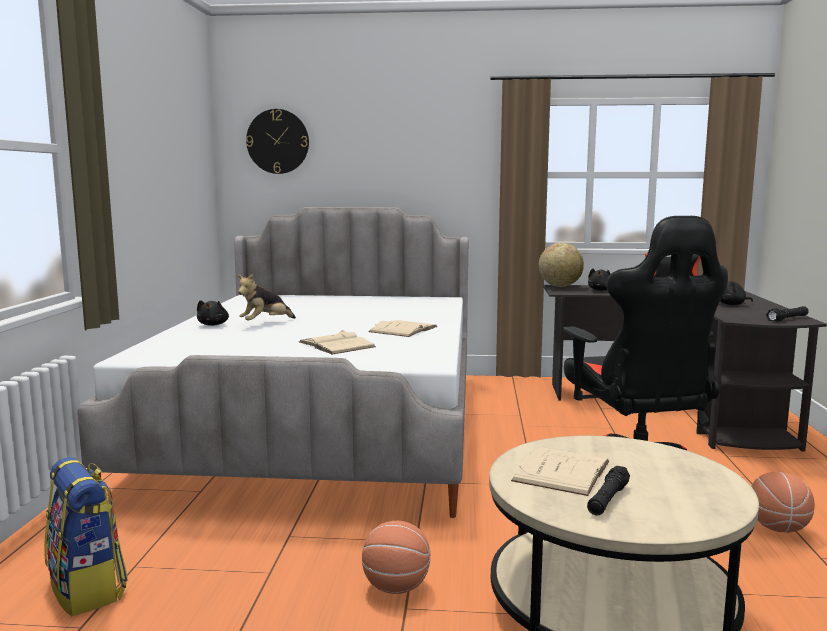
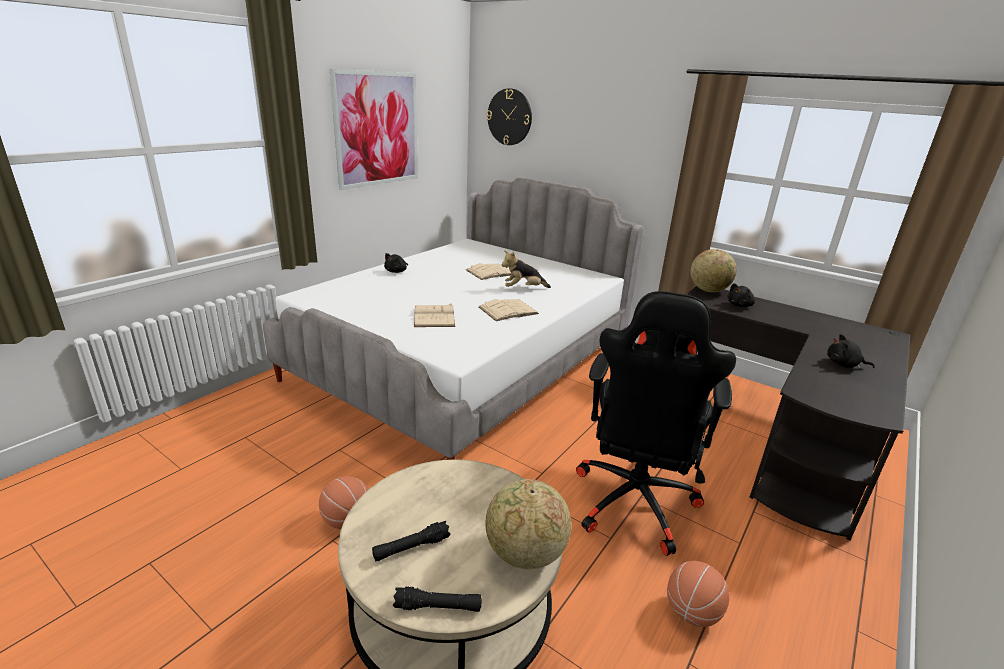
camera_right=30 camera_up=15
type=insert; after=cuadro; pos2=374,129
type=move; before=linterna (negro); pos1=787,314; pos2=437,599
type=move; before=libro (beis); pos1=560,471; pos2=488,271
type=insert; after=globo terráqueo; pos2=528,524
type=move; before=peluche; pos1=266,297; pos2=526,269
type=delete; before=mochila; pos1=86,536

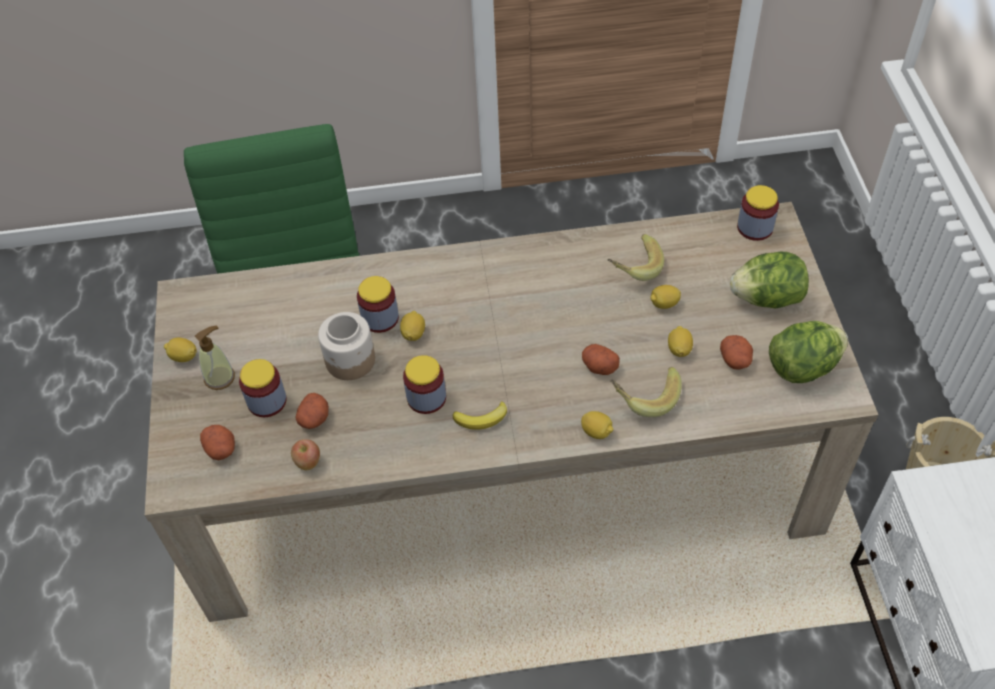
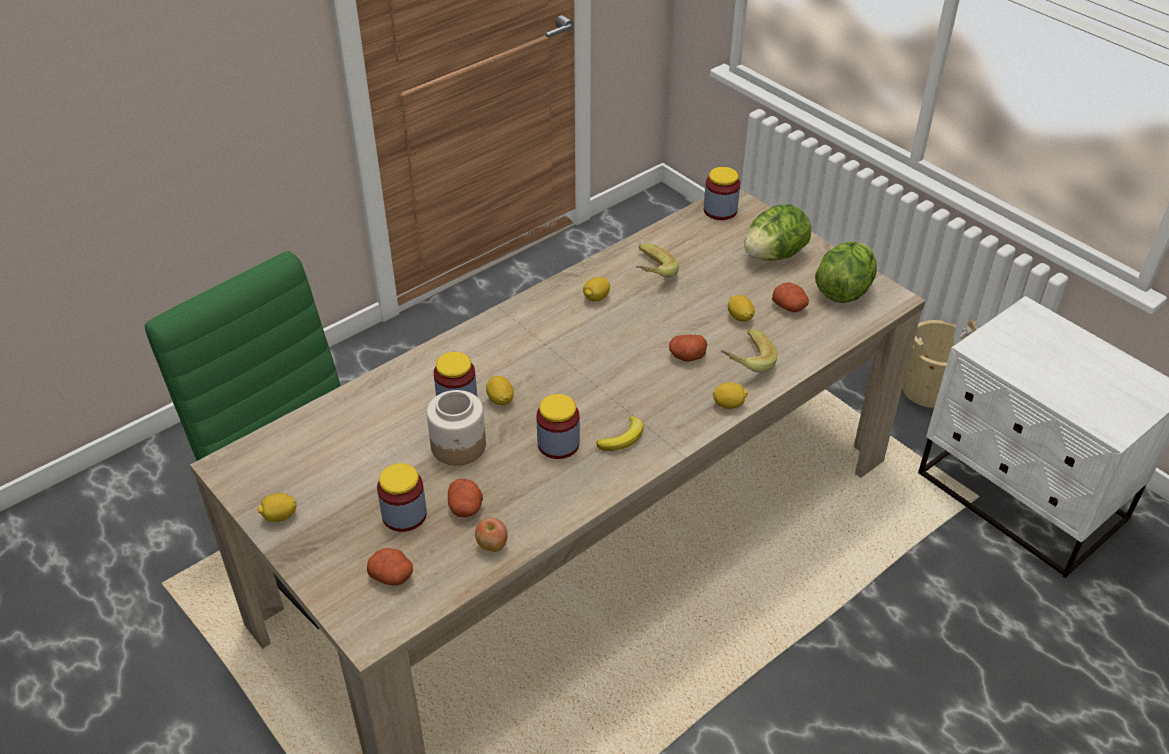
camera_right=-35 camera_up=-10
type=move; before=limón; pos1=665,297; pos2=596,289
type=delete; before=dispensador de jabón; pos1=215,358

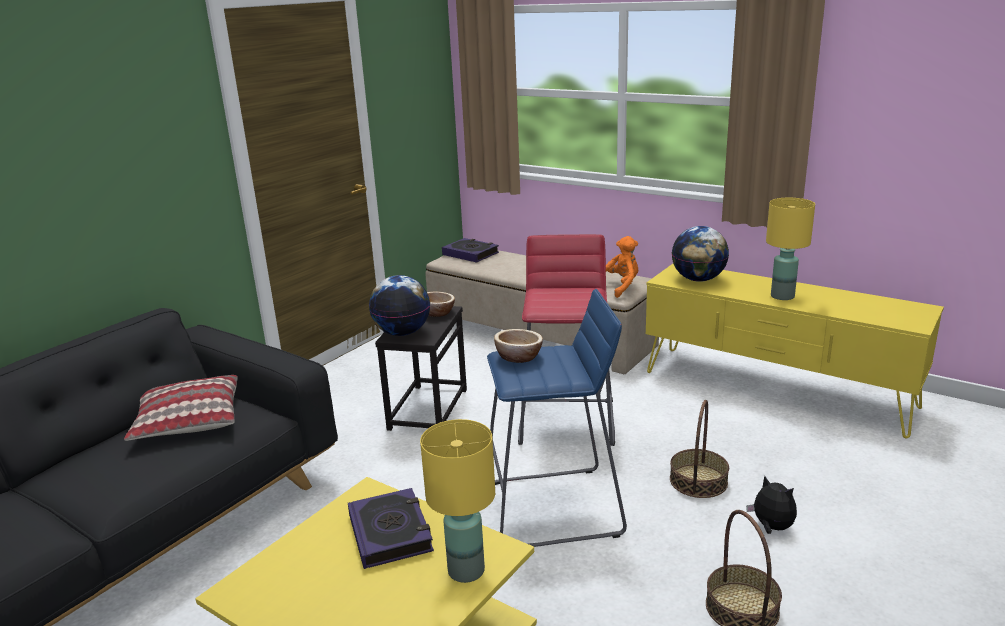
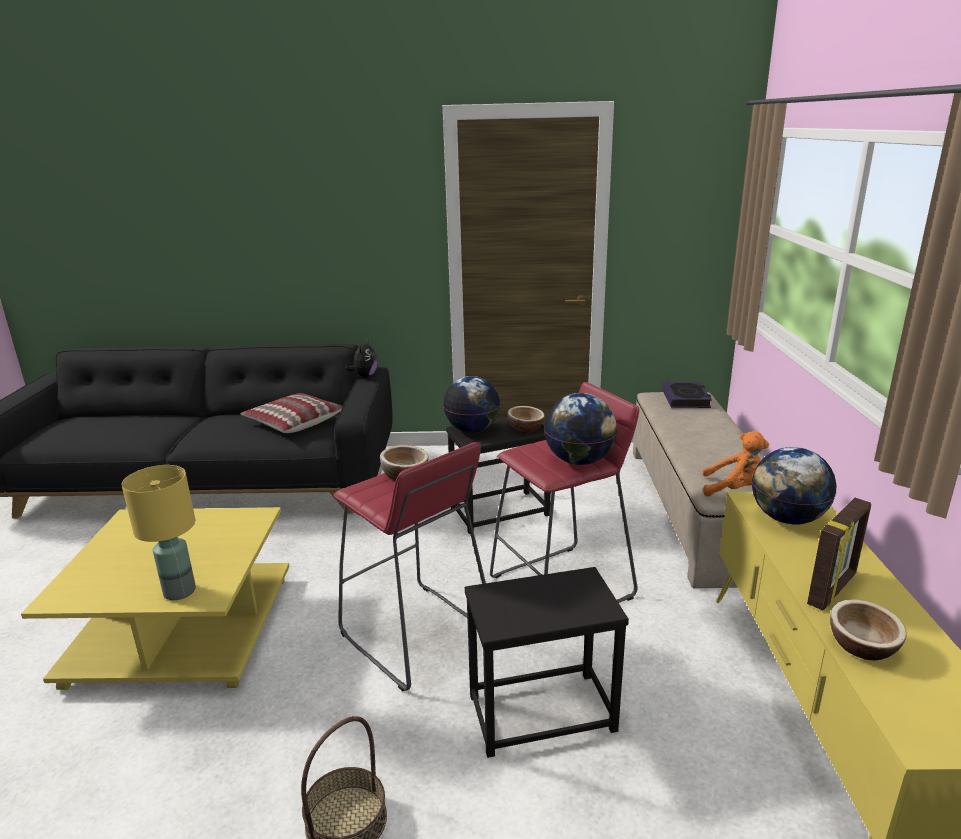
camera_right=55 camera_up=0
type=recolor; before=taburete (azul); after=taburete (rojo); pos1=557,418; pos2=410,567
type=move; before=peluche; pos1=771,504; pos2=362,359
type=replace; before=cesta; after=mesa auxiliar (negro); pos1=699,449; pos2=547,662
type=insert; after=globo terráqueo; pos2=580,429
type=replace; before=lámpara de mesa (amarillo); after=portarretratos; pos1=790,249; pos2=839,554
type=insert; after=cuenco; pos2=868,629
type=delete; before=libro; pos1=391,528

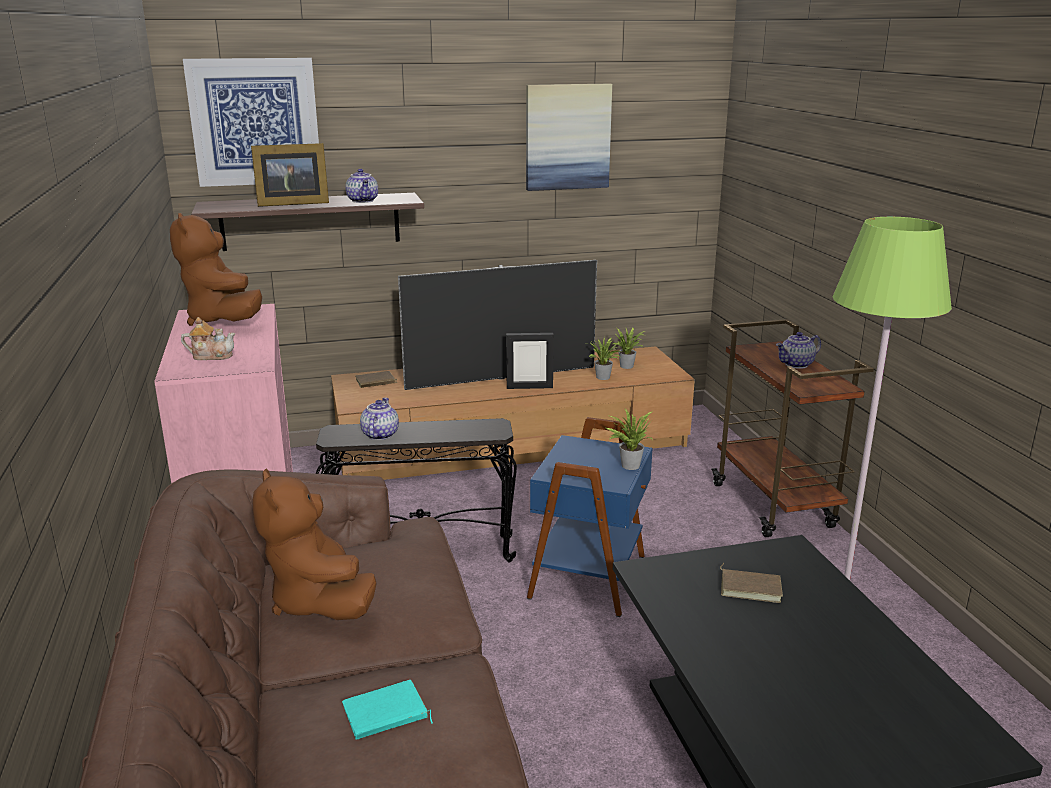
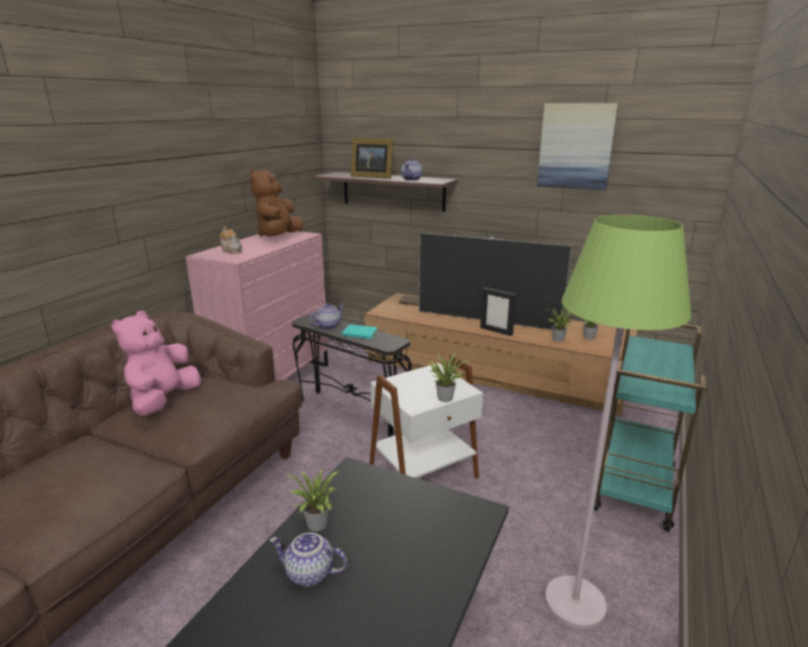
camera_right=40 camera_up=0
type=recolor; before=peluche (marrón); after=peluche (rosa); pos1=315,544; pos2=156,363
type=move; before=tetera; pos1=798,350; pos2=308,559
type=insert; after=planta en maceta; pos2=310,499
type=move; before=libro (turquesa); pos1=387,710; pos2=360,332
type=recolor; before=mesa auxiliar (azul); after=mesa auxiliar (blanco); pos1=589,517; pos2=426,417
type=recolor; before=carrito (marrón); after=carrito (turquesa); pos1=792,428; pos2=650,428
type=delete; before=cuadro; pos1=251,122
type=delete; before=libro (marrón); pos1=751,583

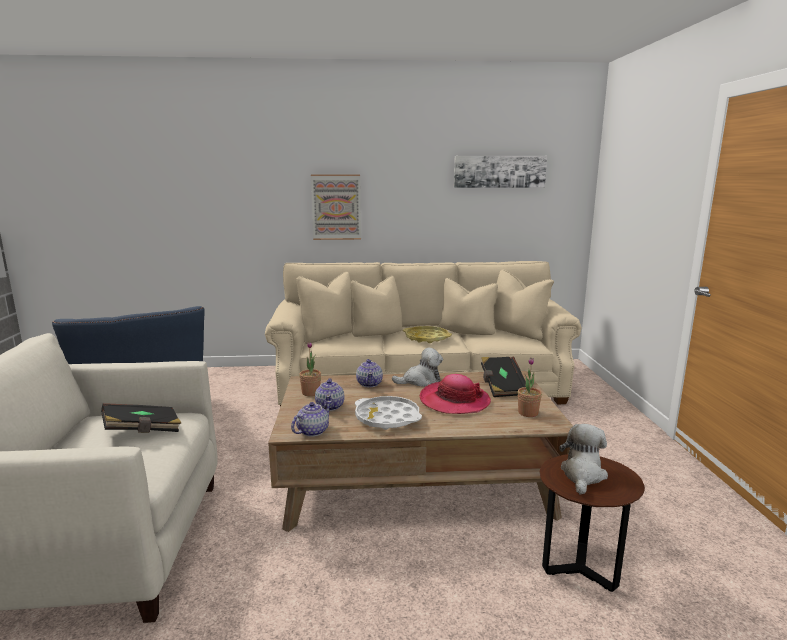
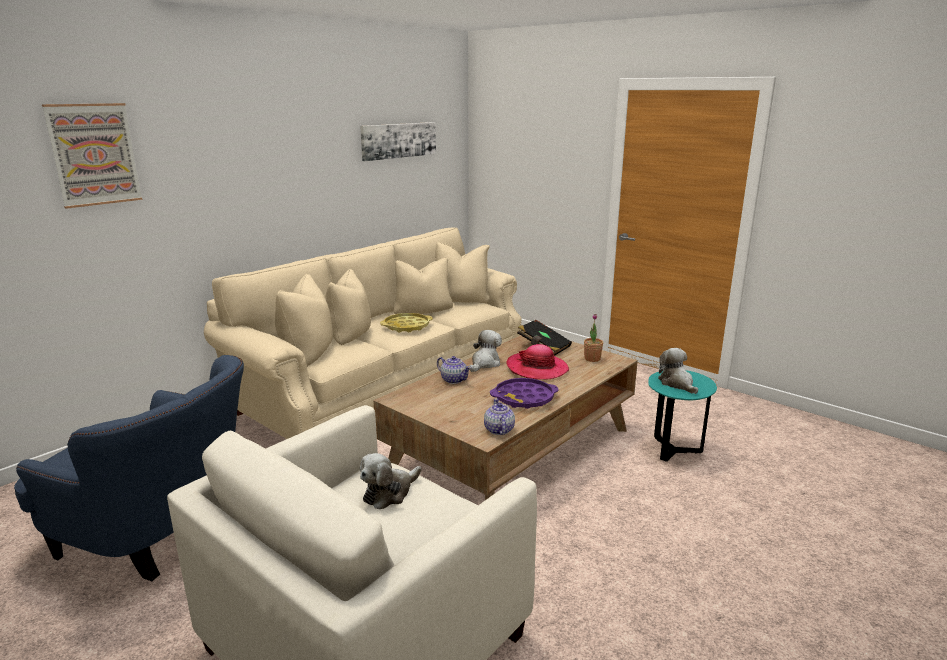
camera_right=-45 camera_up=5
type=move; before=cuadro; pos1=336,207; pos2=92,156
type=replace; before=libro (negro); after=peluche; pos1=141,418; pos2=390,481
type=recolor; before=bandeja (blanco); after=bandeja (morado); pos1=388,413; pos2=524,393
type=recolor; before=mesa auxiliar (marrón); after=mesa auxiliar (turquesa); pos1=592,523; pos2=682,416
type=delete; before=planta en maceta; pos1=310,369
type=delete; before=tetera; pos1=330,394

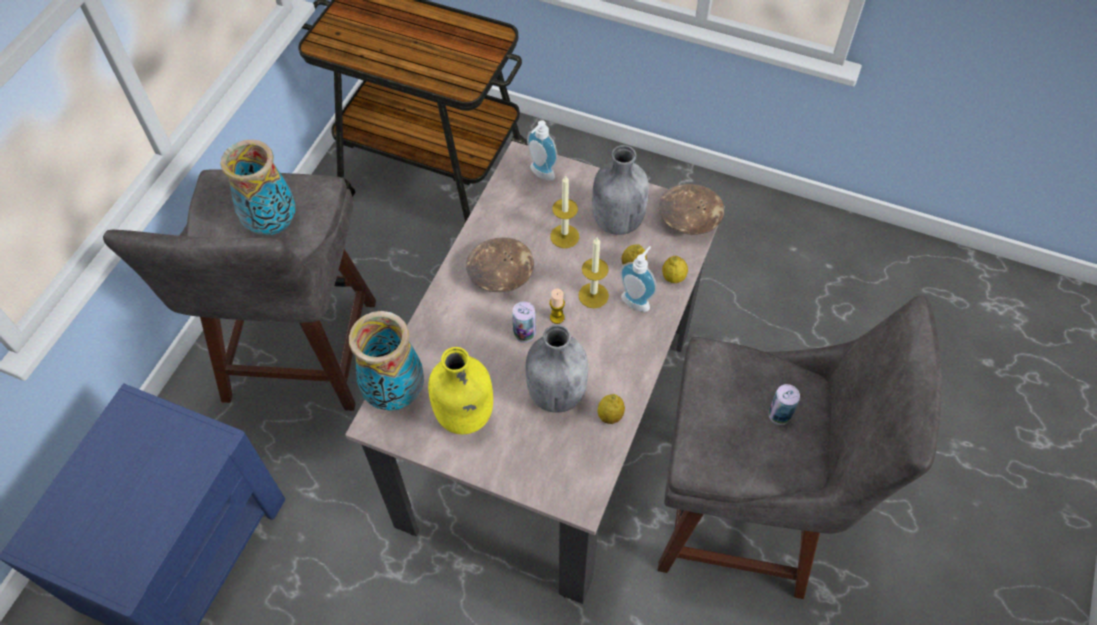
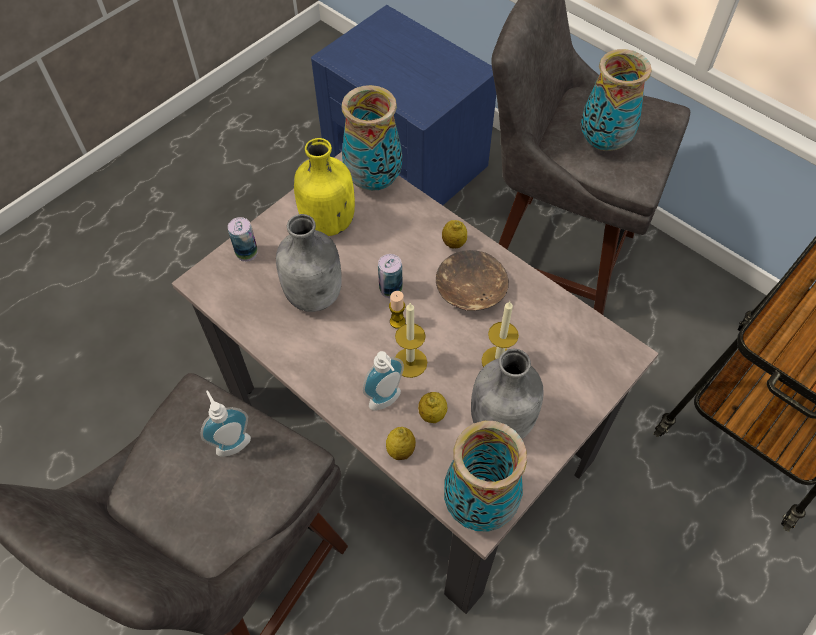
camera_right=110 camera_up=0
type=move; before=dispensador de jabón; pos1=542,150; pos2=225,423
type=move; before=lata; pos1=784,404; pos2=243,239
type=move; before=limón; pos1=611,409; pos2=454,234
type=replace; before=cuenco (marrón); after=florero; pos1=691,209; pos2=485,476

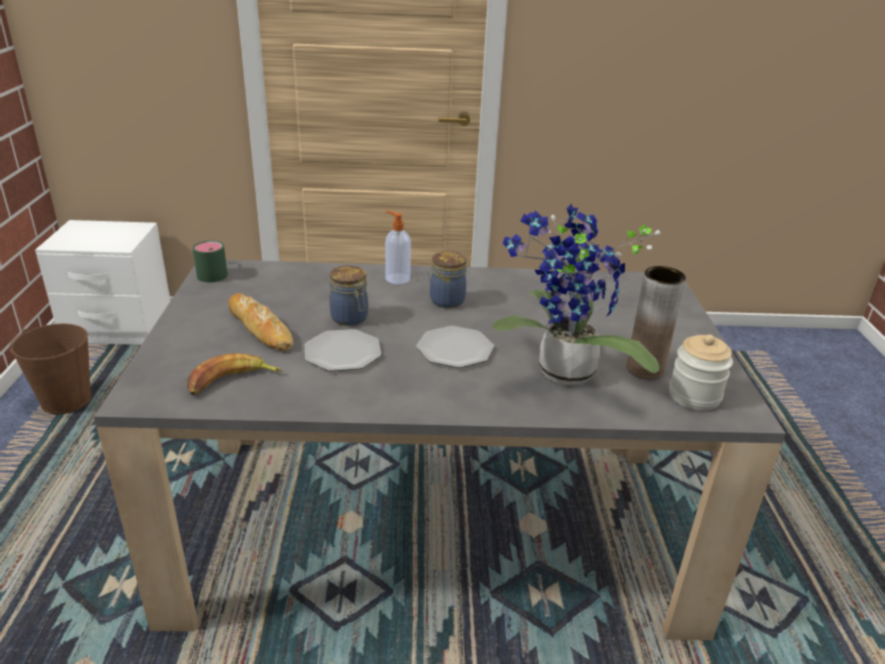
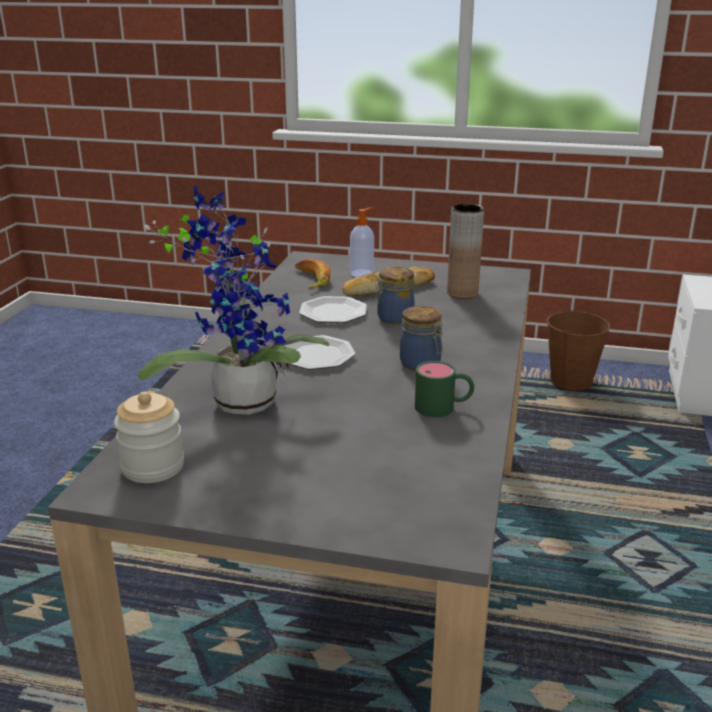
camera_right=105 camera_up=-5
type=move; before=dispensador de jabón; pos1=398,247; pos2=362,242
type=move; before=taza grande (verde); pos1=210,261; pos2=444,389
type=move; before=florero (marrón); pos1=656,322; pos2=465,251

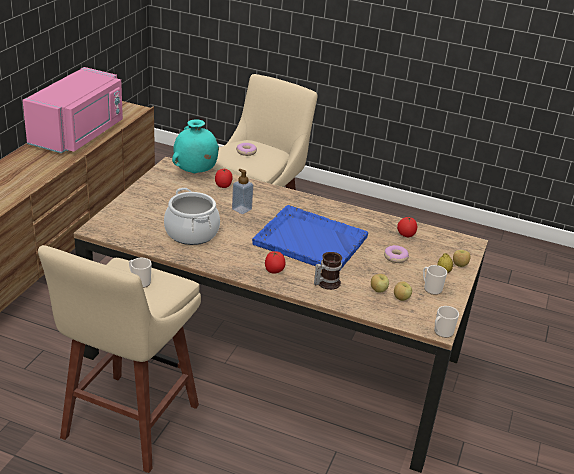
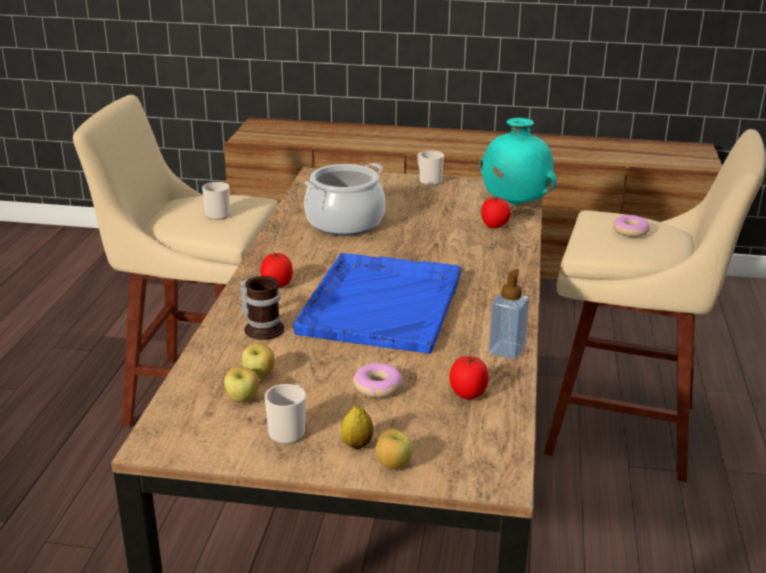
camera_right=80 camera_up=-5
type=move; before=taza grande; pos1=446,322; pos2=431,168
type=move; before=dispensador de jabón; pos1=242,191; pos2=509,314
type=delete; before=microondas (rosa); pos1=72,110

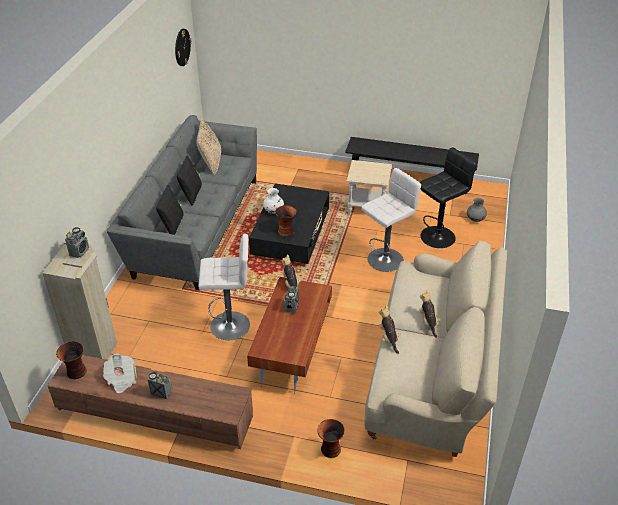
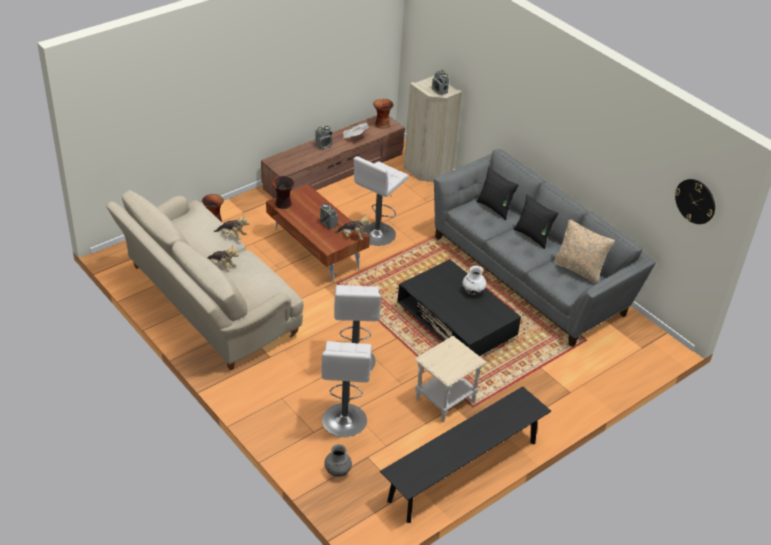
camera_right=125 camera_up=0
type=move; before=florero; pos1=285,221; pos2=283,192
type=recolor; before=taburete (negro); after=taburete (blanco); pos1=448,197; pos2=346,389

